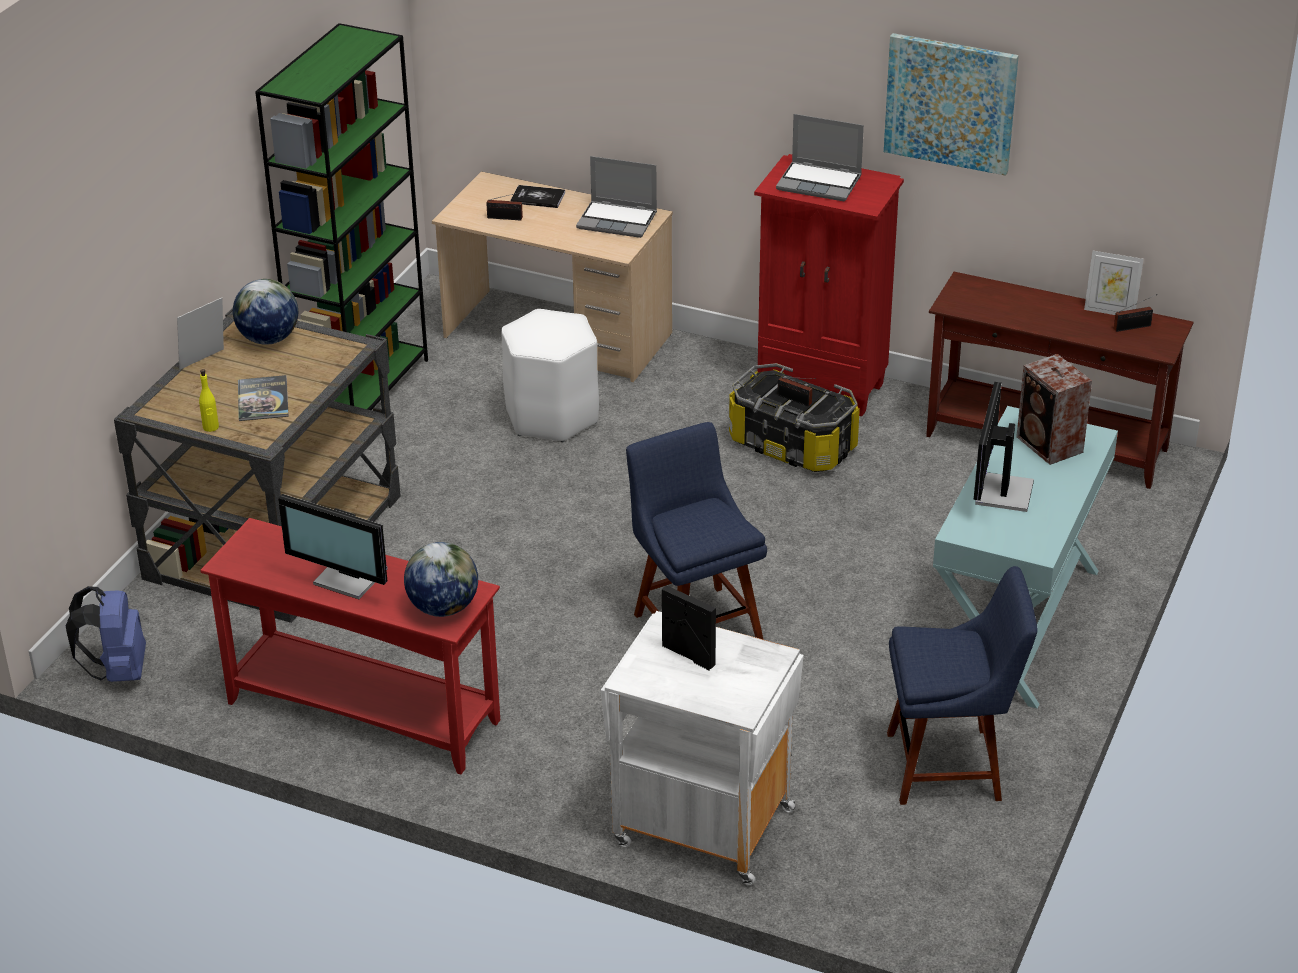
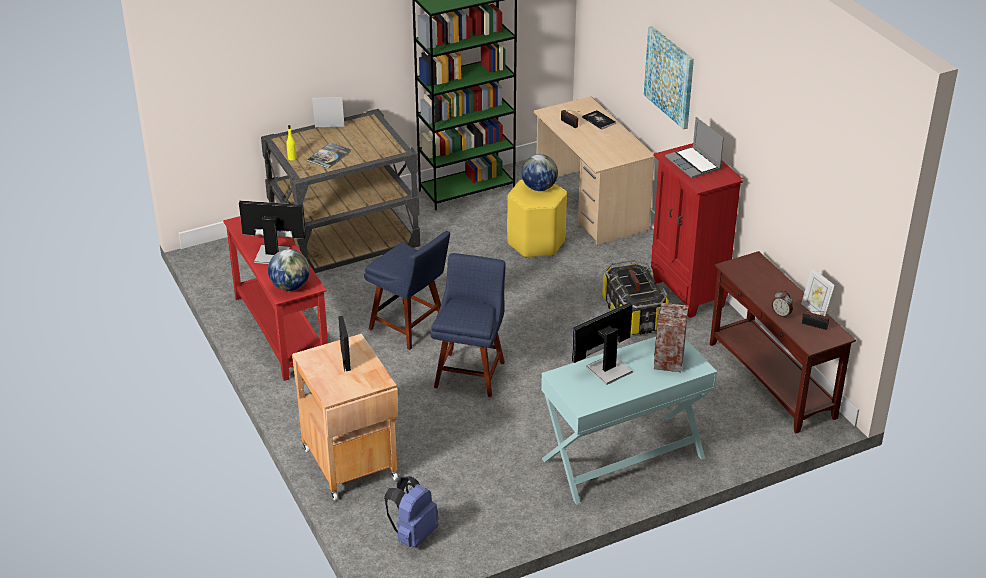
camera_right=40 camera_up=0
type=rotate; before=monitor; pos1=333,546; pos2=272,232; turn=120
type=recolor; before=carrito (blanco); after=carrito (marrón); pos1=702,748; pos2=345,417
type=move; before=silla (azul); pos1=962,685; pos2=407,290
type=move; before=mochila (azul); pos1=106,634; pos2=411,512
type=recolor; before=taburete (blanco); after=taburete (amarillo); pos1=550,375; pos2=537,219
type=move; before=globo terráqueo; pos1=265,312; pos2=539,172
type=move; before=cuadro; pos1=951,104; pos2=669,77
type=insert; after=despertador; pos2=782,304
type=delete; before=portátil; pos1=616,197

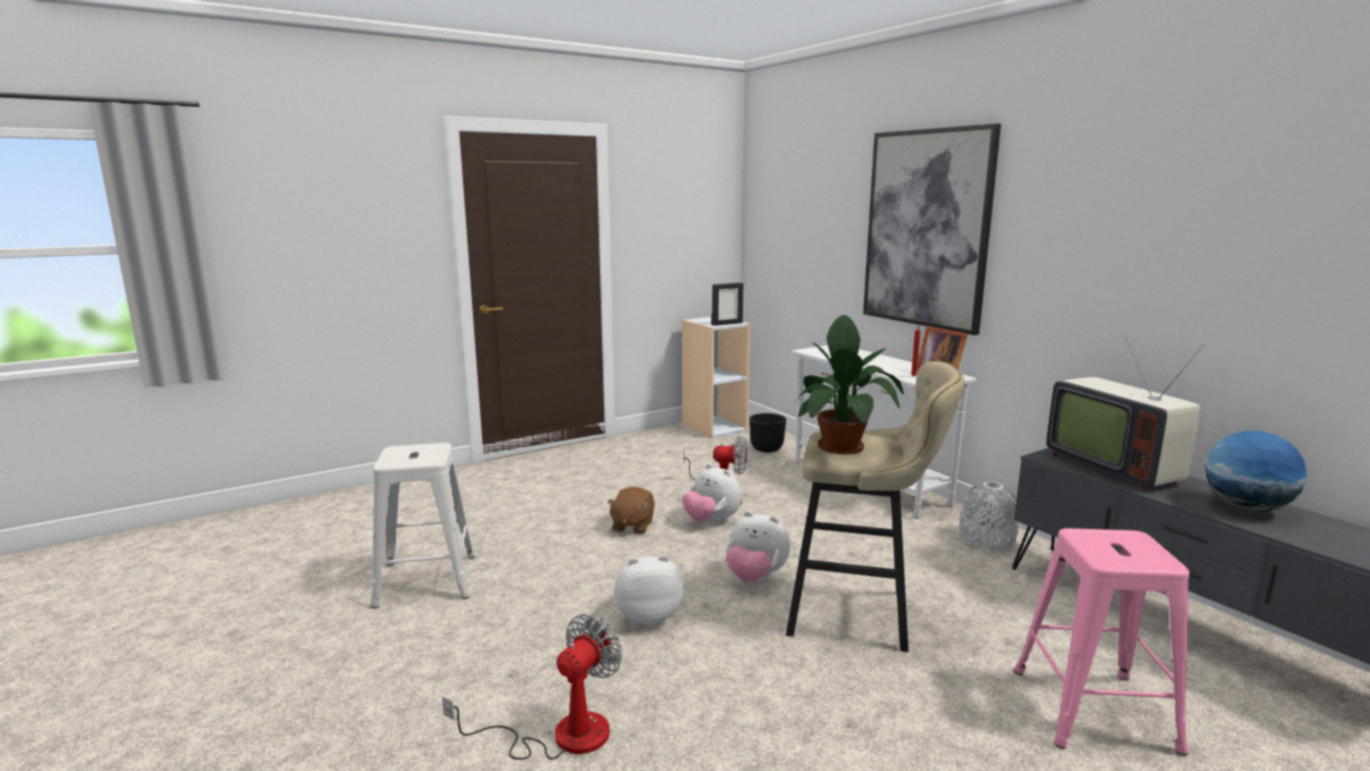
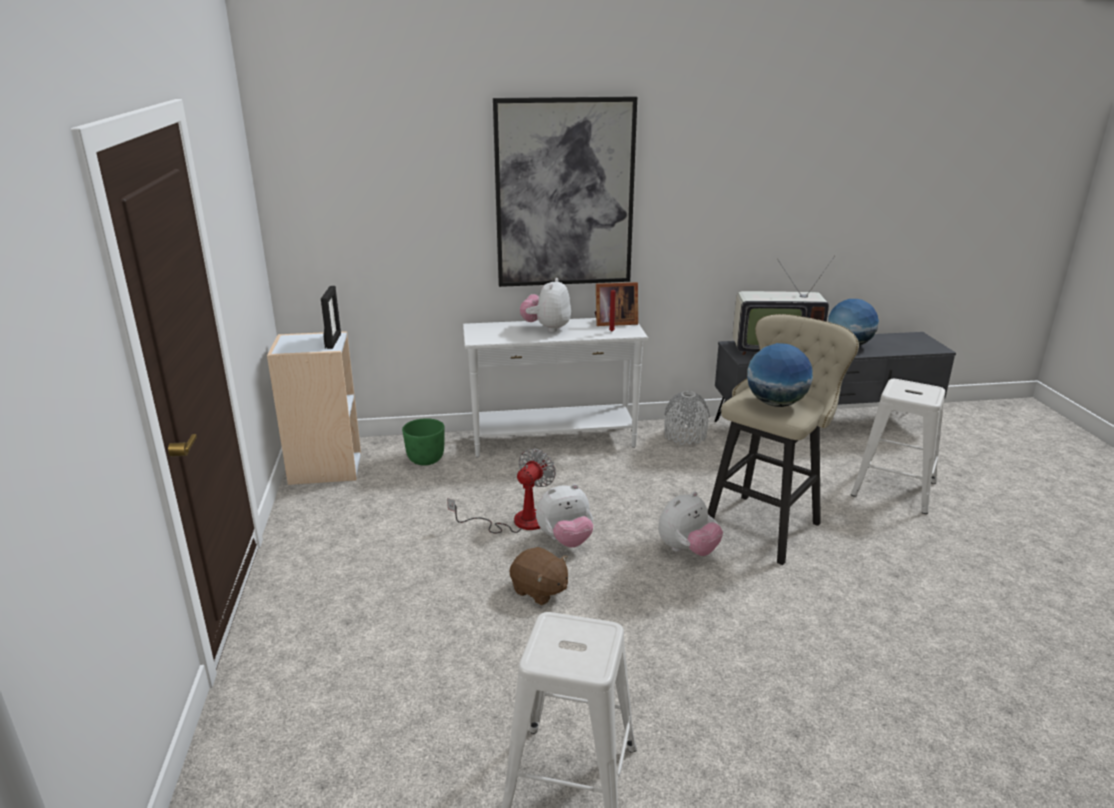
camera_right=-65 camera_up=10
type=recolor; before=maceta (negro); after=maceta (verde); pos1=767,433; pos2=423,442
type=move; before=peluche; pos1=649,590; pos2=545,305
type=replace; before=planta en maceta; after=globo terráqueo; pos1=849,384; pos2=780,375
type=recolor; before=taburete (rosa); after=taburete (blanco); pos1=1102,642; pos2=898,446
type=delete; before=ventilador; pos1=532,687

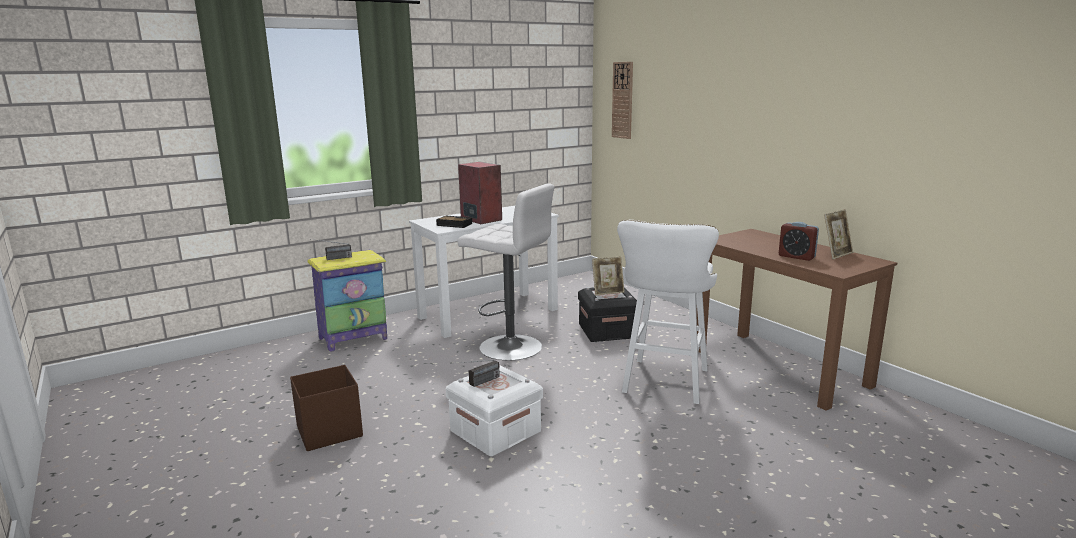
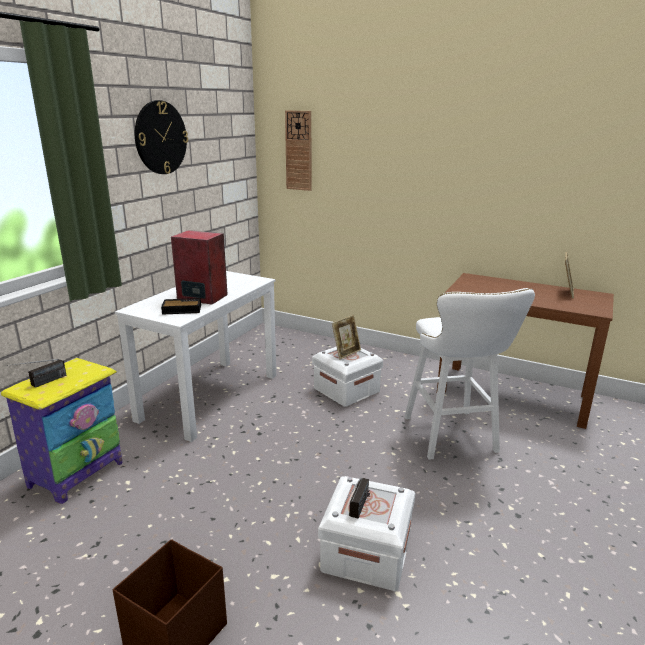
camera_right=-30 camera_up=5
type=insert; after=reloj de pared; pos2=161,137
type=recolor; before=caja de almacenaje (negro); after=caja de almacenaje (blanco); pos1=607,314; pos2=347,377
type=delete; before=taburete (blanco); pos1=505,271
type=delete; before=despertador; pos1=799,241

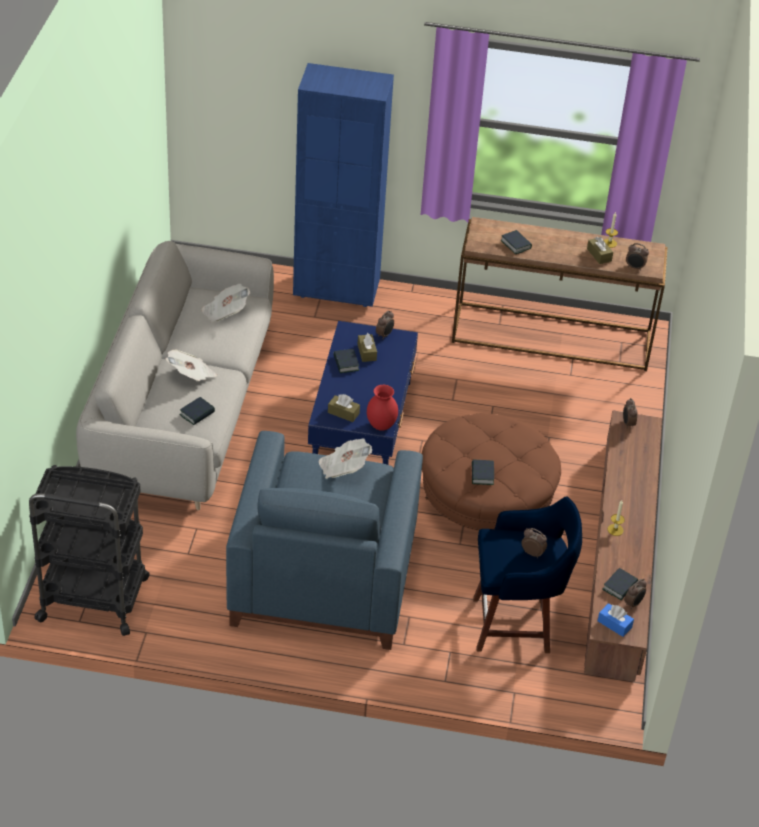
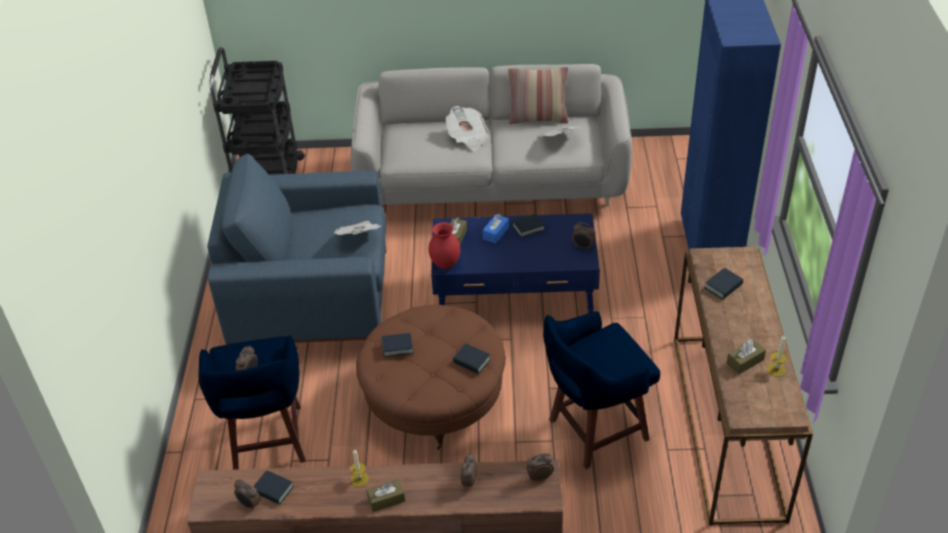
camera_right=85 camera_up=0
type=move; before=caja de pañuelos (marrón); pos1=367,347; pos2=385,495
type=move; before=libro; pos1=197,411; pos2=472,359
type=move; before=despertador; pos1=637,257; pos2=469,470
type=move; before=caja de pañuelos (azul); pos1=616,620; pos2=495,229
type=insert; after=cojín; pos2=538,95
type=insert; after=taburete (azul); pos2=601,390

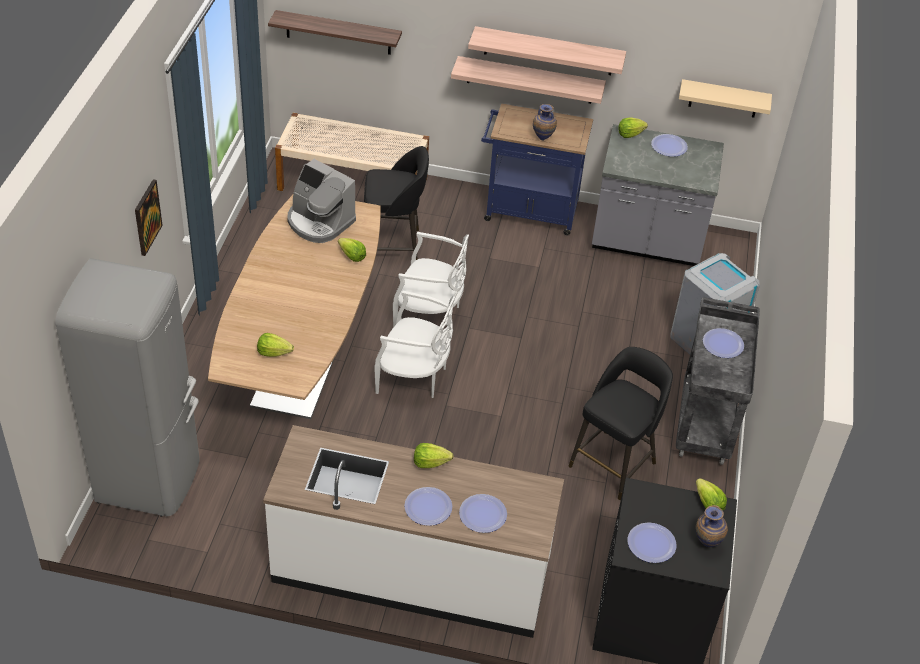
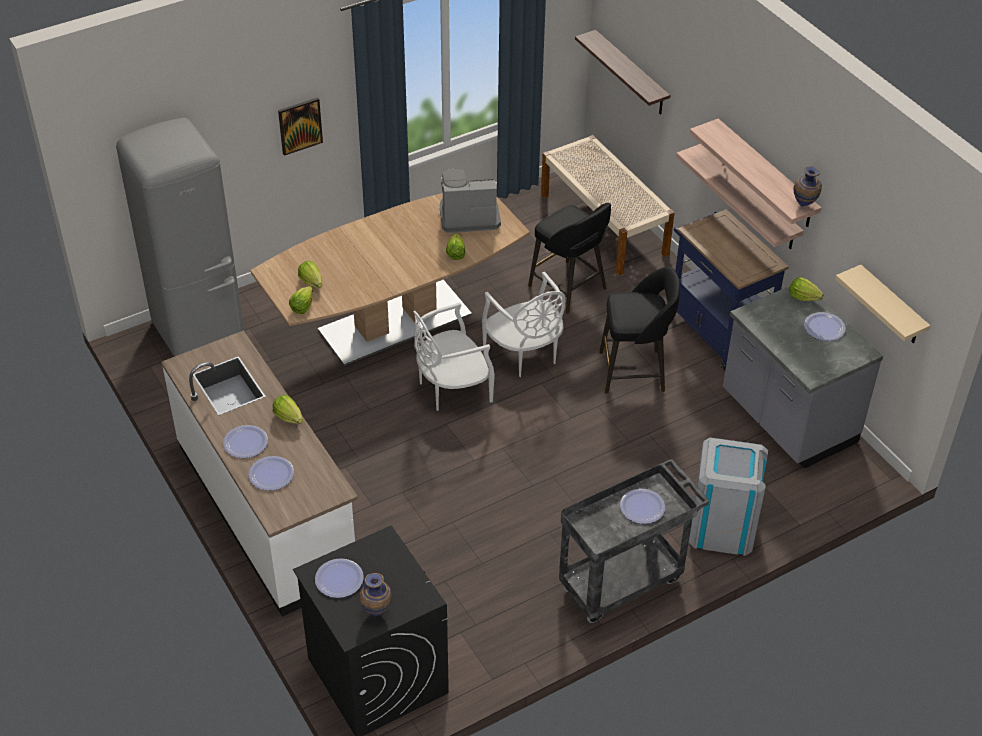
camera_right=50 camera_up=0
type=move; before=lechuga; pos1=711,494; pos2=301,300
type=rotate; before=silla (blanco); pos1=414,344; pos2=454,356; turn=90
type=rotate; before=cafetera; pos1=321,201; pos2=470,201; turn=90
type=move; before=taburete (negro); pos1=621,423; pos2=639,330
type=move; before=florero; pos1=545,122; pos2=808,186

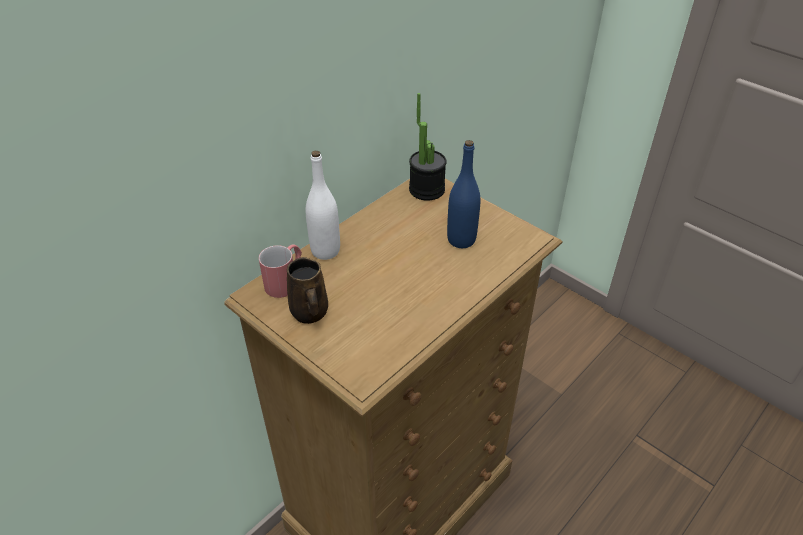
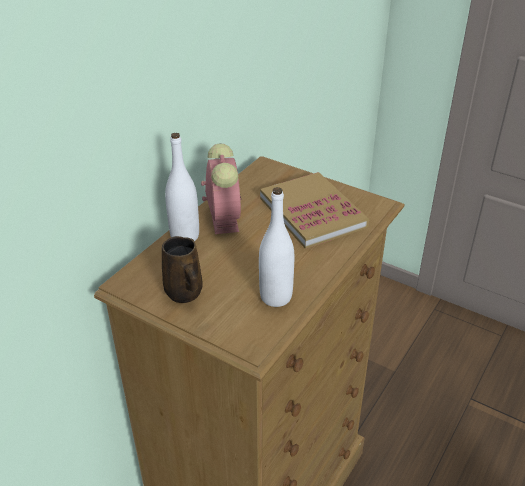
camera_right=-10 camera_up=-5
type=insert; after=despertador; pos2=221,188
type=insert; after=botella (blanco); pos2=276,247
type=replace; before=botella (azul); after=libro; pos1=463,194; pos2=314,210
type=delete; before=taza grande (rojo); pos1=280,271
type=delete; before=planta en maceta; pos1=428,147

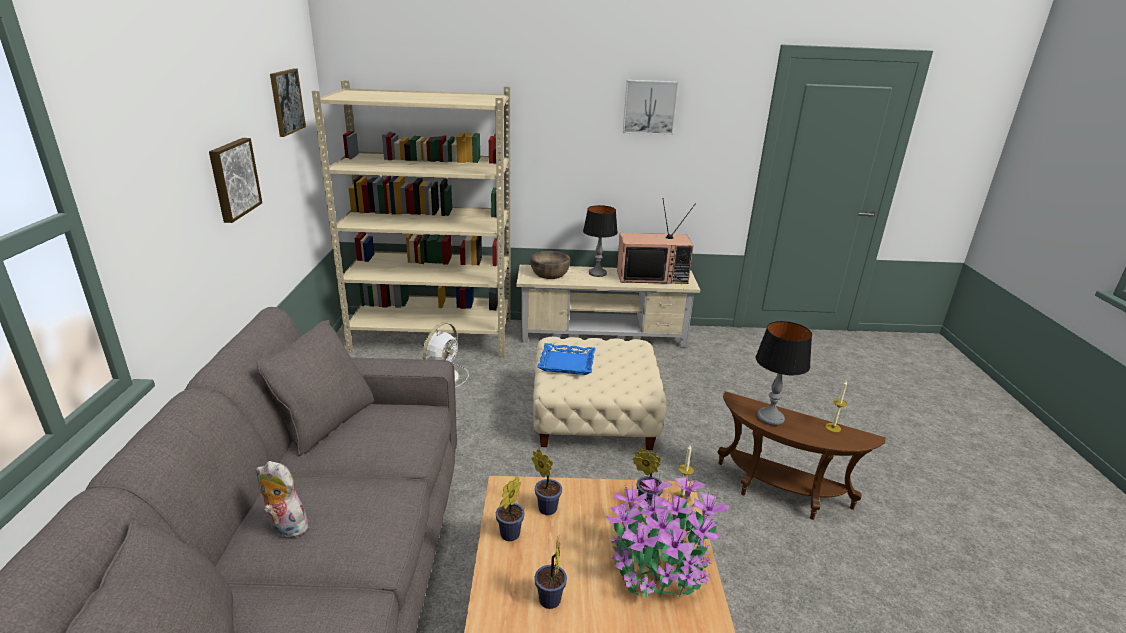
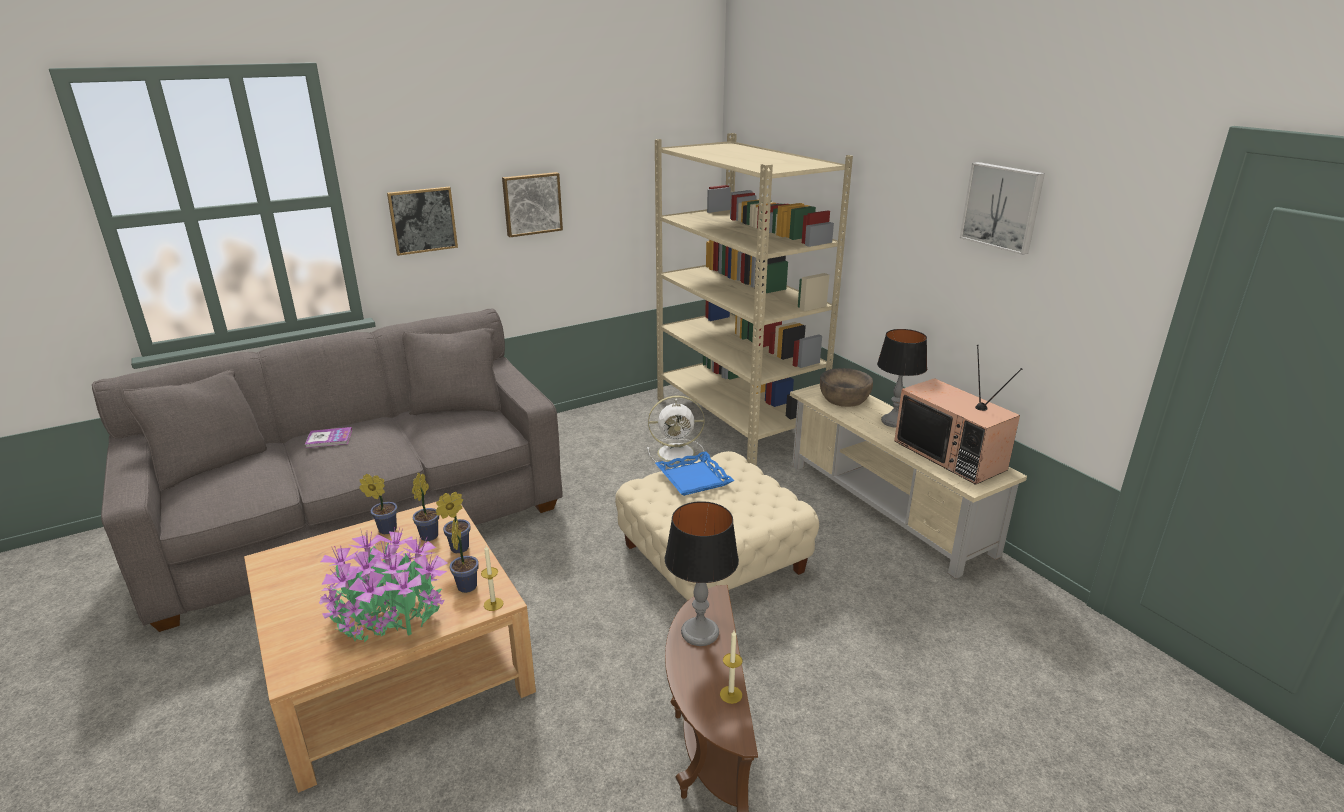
camera_right=60 camera_up=0
type=replace; before=peluche; after=libro; pos1=284,499; pos2=328,437
type=move; before=cuadro; pos1=288,103; pos2=422,221
type=move; before=planta en maceta; pos1=551,572; pos2=453,522

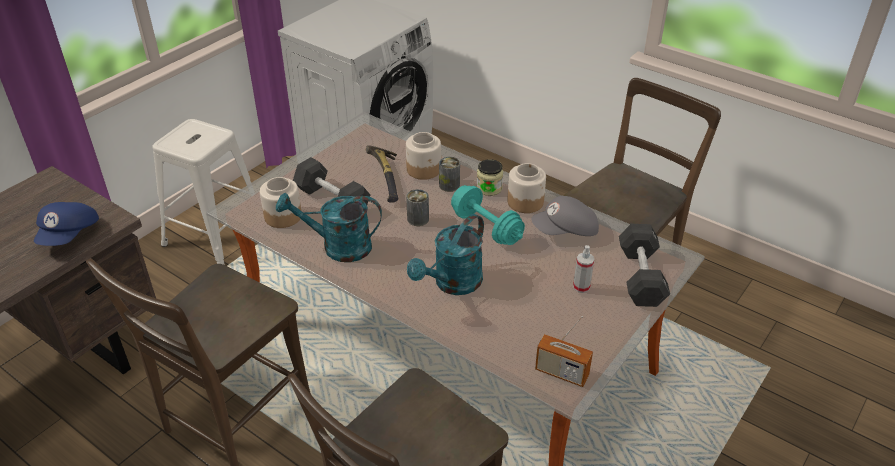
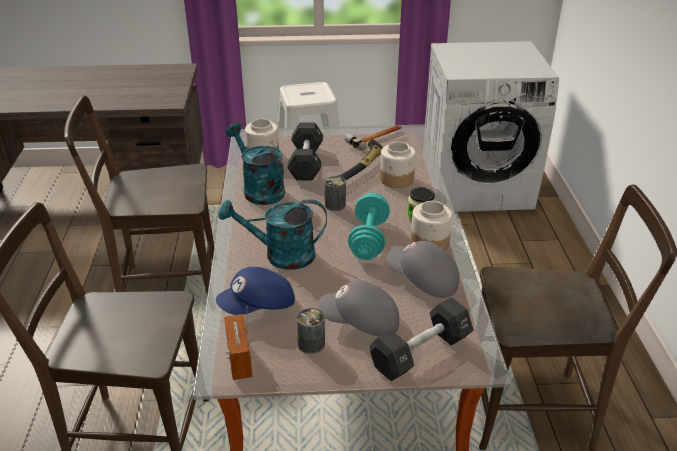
camera_right=50 camera_up=-5
type=move; before=gorra (azul); pos1=66,224; pos2=255,291
type=move; before=lata; pos1=449,174; pos2=311,331
type=replace; before=pulverizador; after=gorra (gris); pos1=583,269; pos2=358,308
type=insert; after=martillo; pos2=373,137

